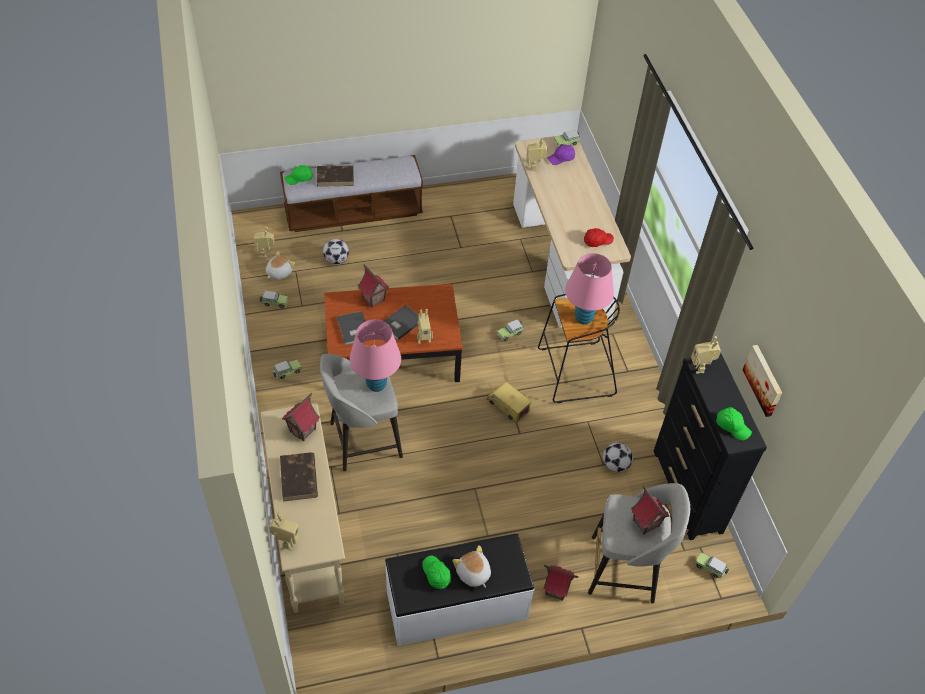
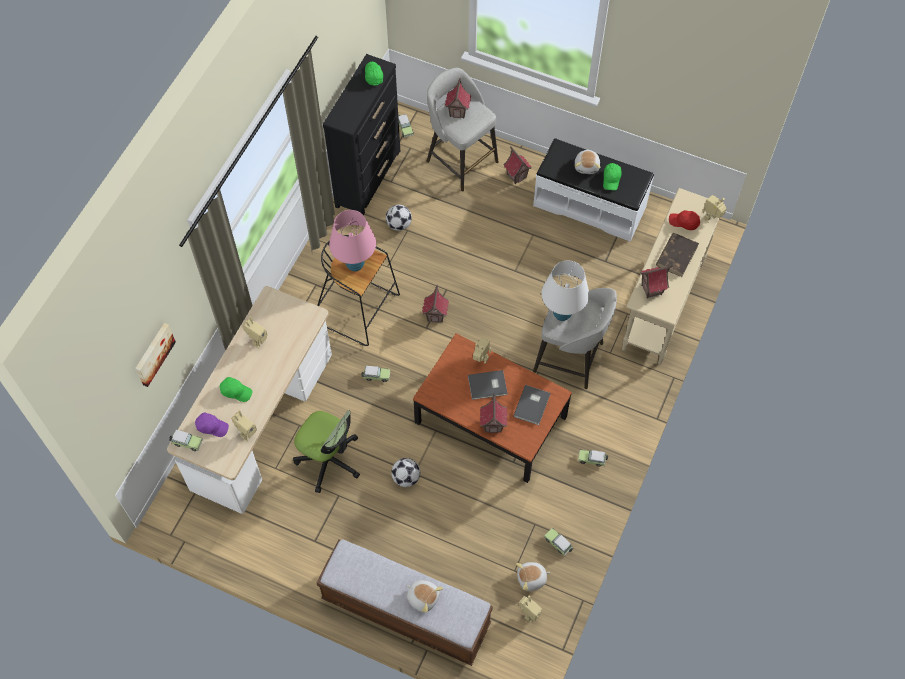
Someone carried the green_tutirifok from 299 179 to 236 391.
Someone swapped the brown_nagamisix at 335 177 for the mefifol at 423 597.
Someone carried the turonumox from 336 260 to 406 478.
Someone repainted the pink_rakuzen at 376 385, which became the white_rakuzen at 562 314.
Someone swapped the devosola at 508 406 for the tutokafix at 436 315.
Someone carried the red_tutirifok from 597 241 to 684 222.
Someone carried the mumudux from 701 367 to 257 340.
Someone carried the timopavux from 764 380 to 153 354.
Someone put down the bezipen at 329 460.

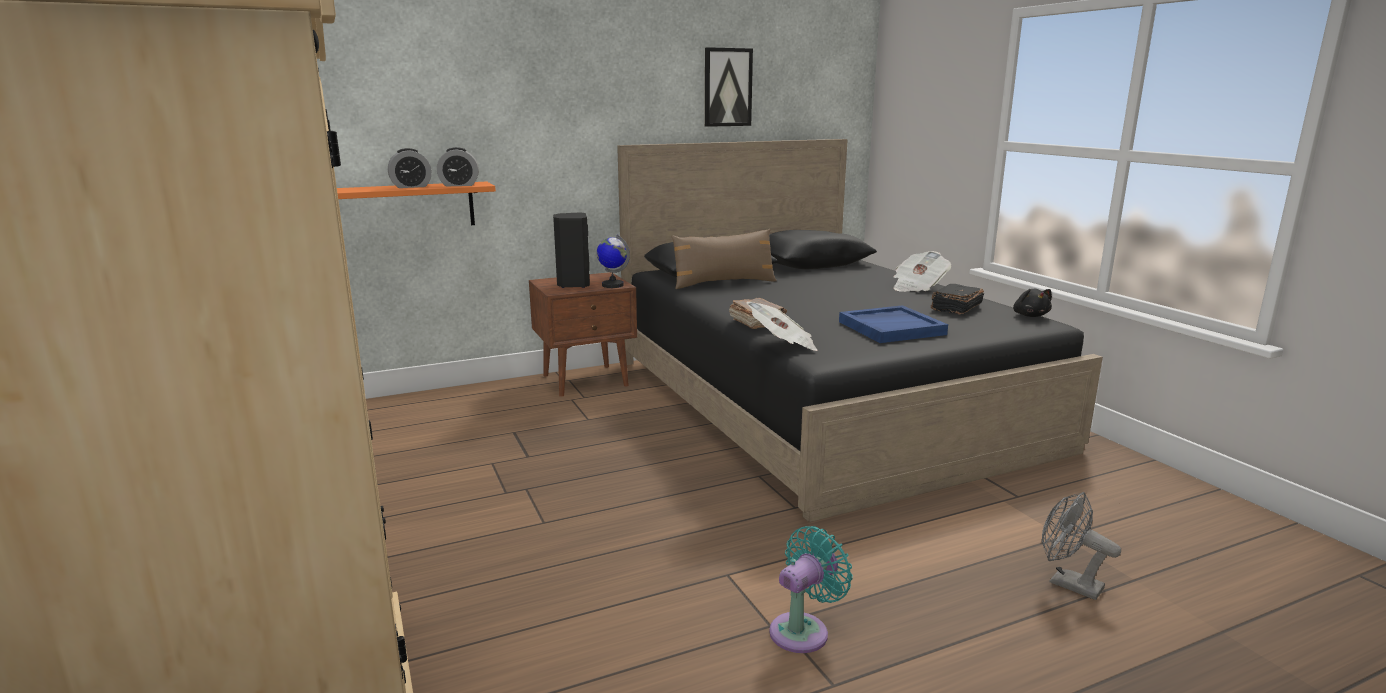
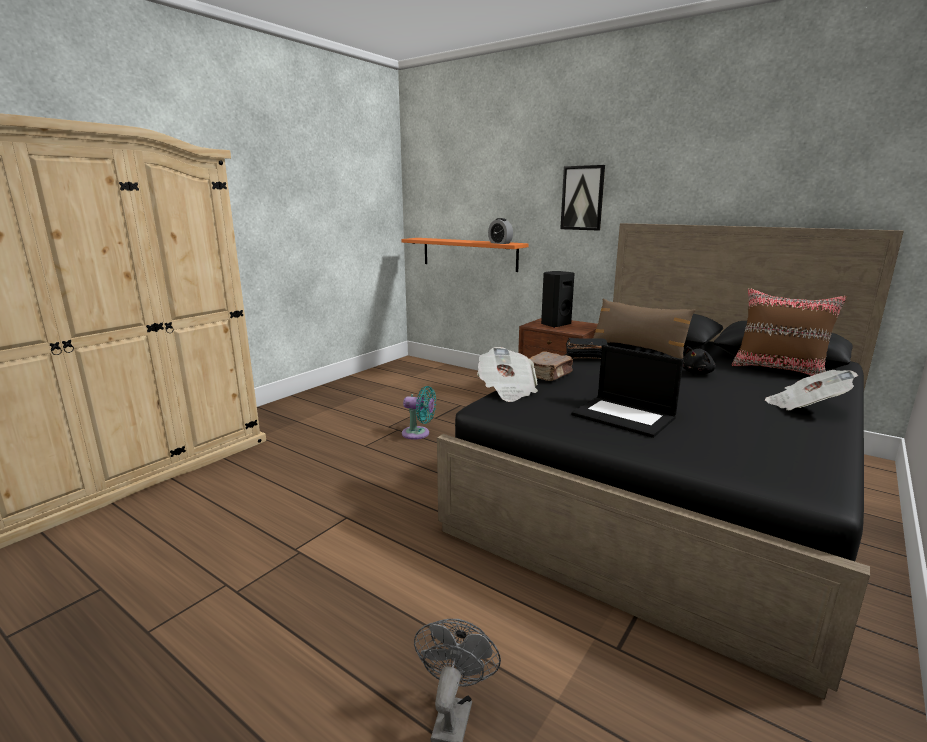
Someone took away the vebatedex at 411 186.
Someone took away the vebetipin at 612 285.
Someone carried the timopavux from 727 87 to 582 198.
Someone carried the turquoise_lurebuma from 803 630 to 418 434.
Someone swapped the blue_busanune at 891 328 for the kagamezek at 625 416.
Someone carried the black_nagamisix from 955 308 to 585 356.
Someone carried the black_mefifol from 1030 315 to 698 373.
Someone put down the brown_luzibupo at 779 370.

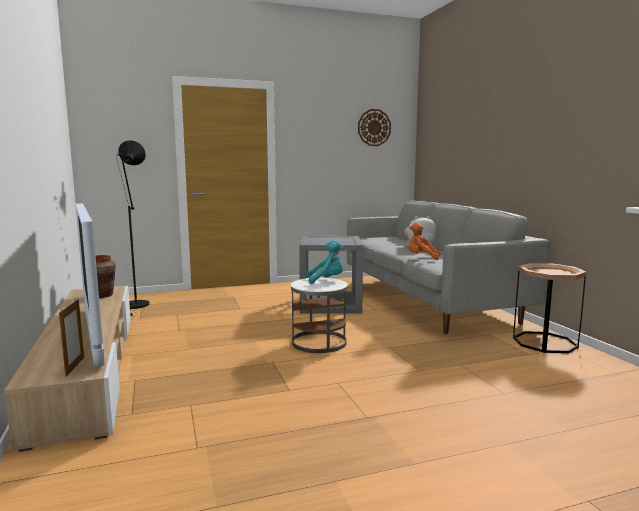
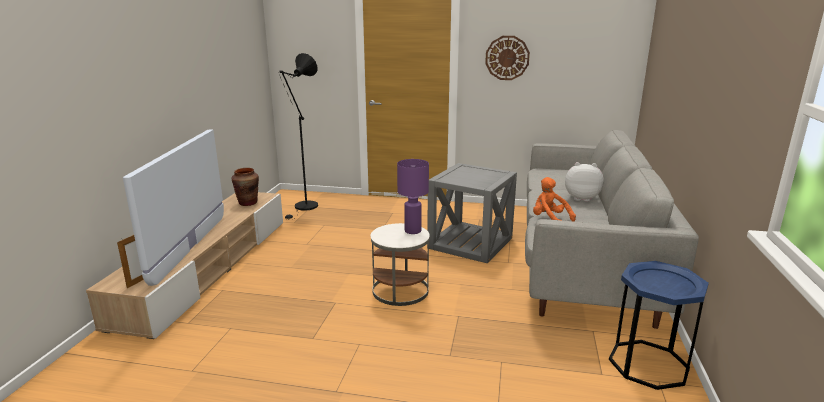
Someone swapped the turquoise_mefifol at 327 280 for the purple_rakuzen at 413 231.
Someone carried the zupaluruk from 374 127 to 507 58.
Someone repainted the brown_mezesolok at 545 342, which became the blue_mezesolok at 648 364.

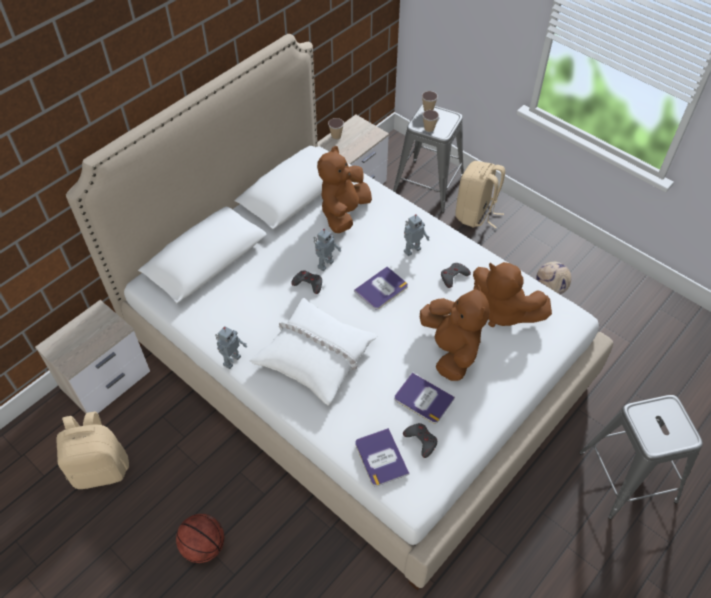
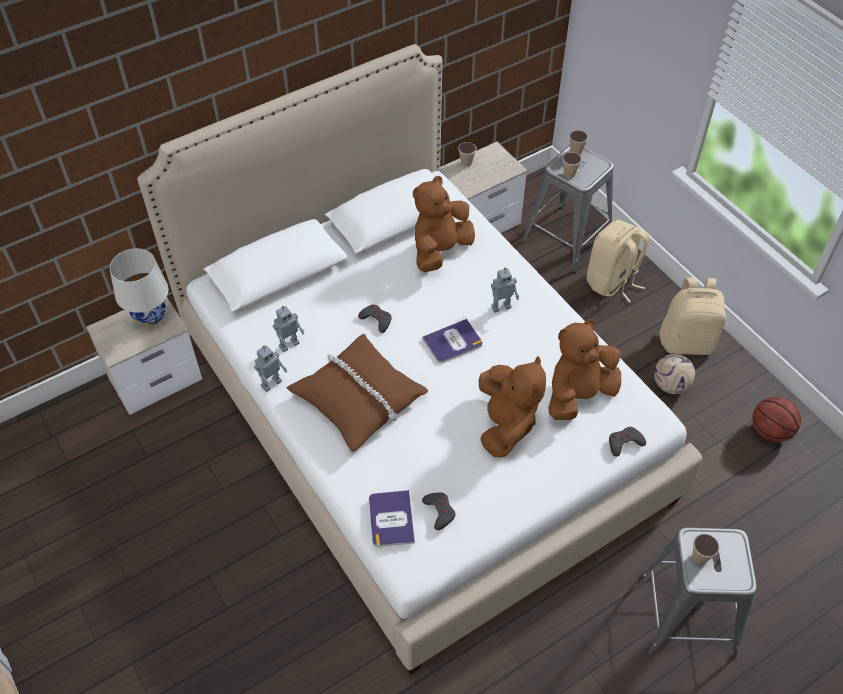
Someone carried the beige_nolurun from 101 468 to 686 341.
Someone carried the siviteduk from 203 546 to 769 431.
Someone repainted the white_luzibupo at 315 355, which became the brown_luzibupo at 358 398.
Someone carried the mumudux from 324 264 to 288 344.
Someone took away the nagamisix at 423 399.
Someone carried the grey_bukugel from 453 276 to 624 443.
Someone rotated the brown_mefifol at 502 311 by 90 degrees clockwise.
Someone put down the white_rakuzen at 150 315.
Someone put down the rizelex at 700 557.

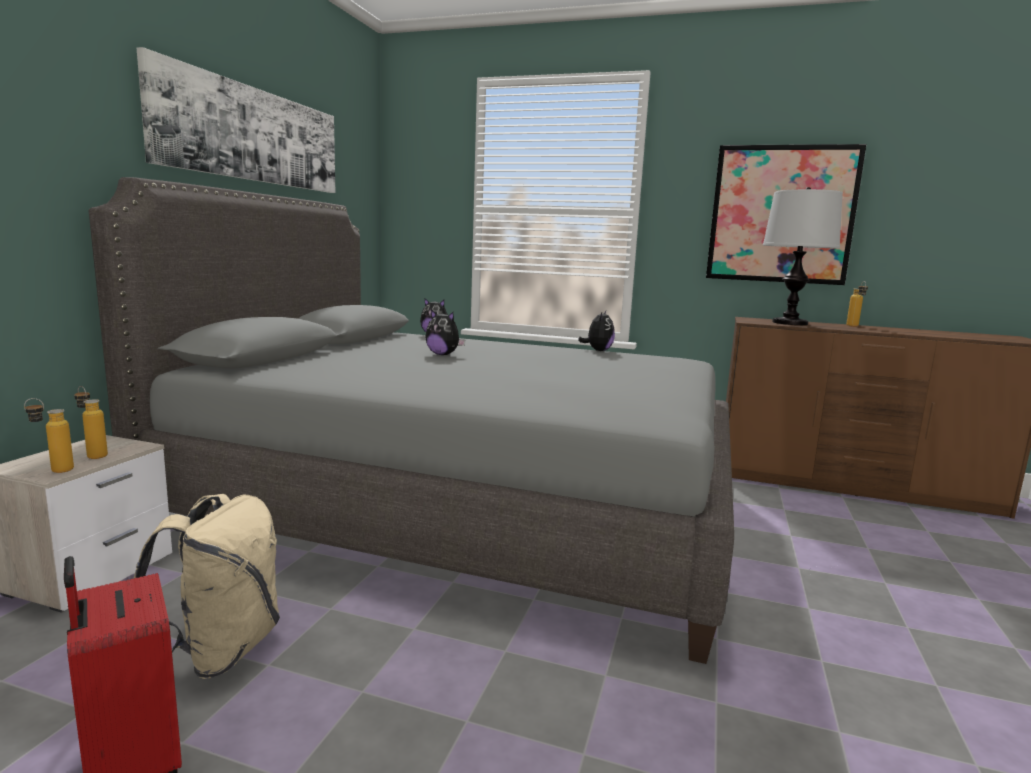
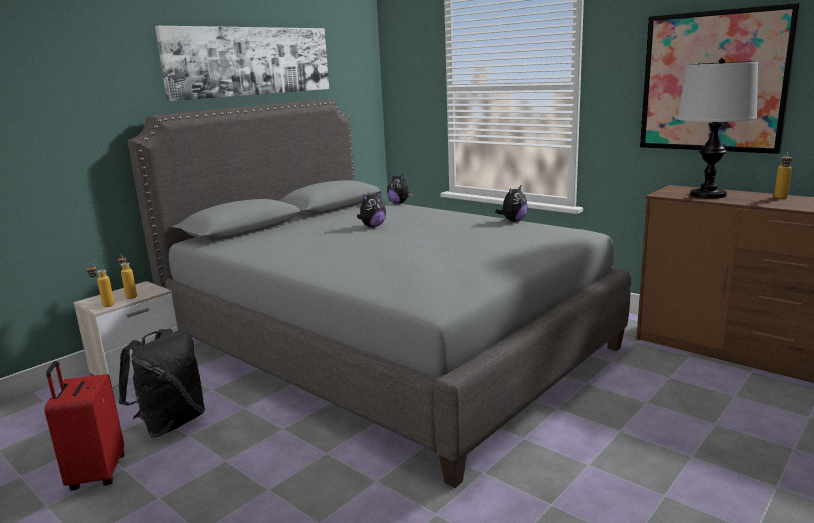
Someone repainted the beige_nolurun at 220 650, which became the black_nolurun at 171 423.
Someone rotated the mefifol at 443 354 by 90 degrees counterclockwise.

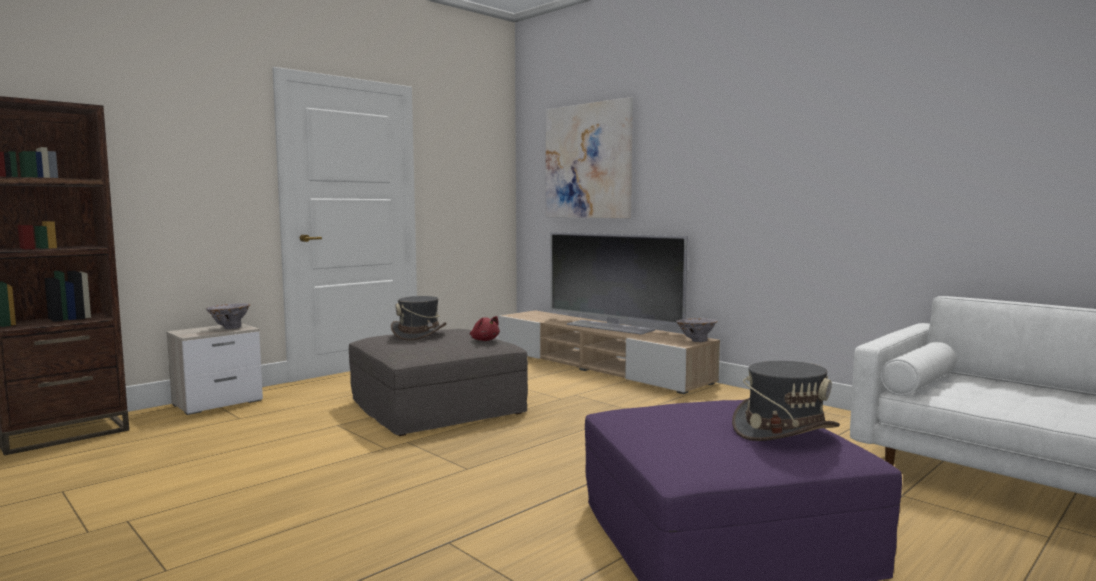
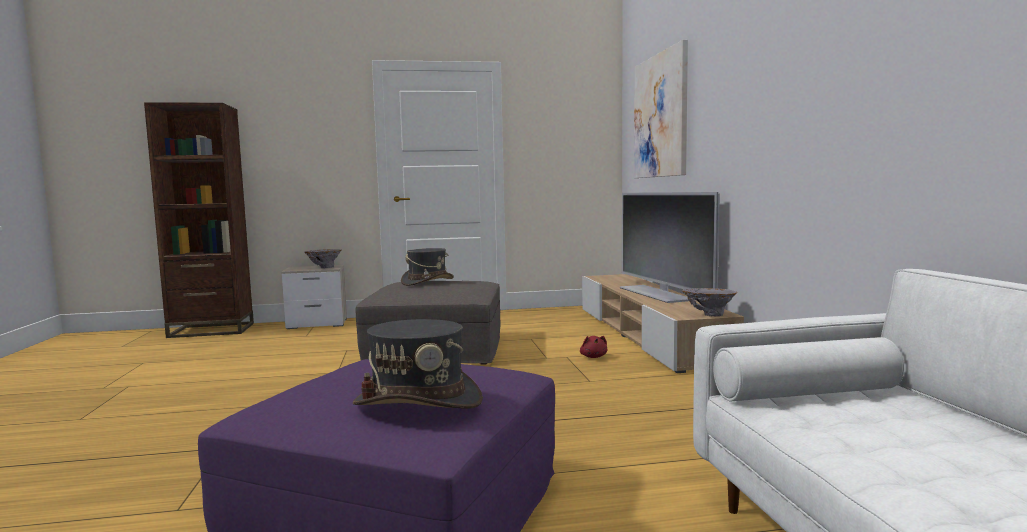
Someone carried the red_mefifol from 484 340 to 593 357.

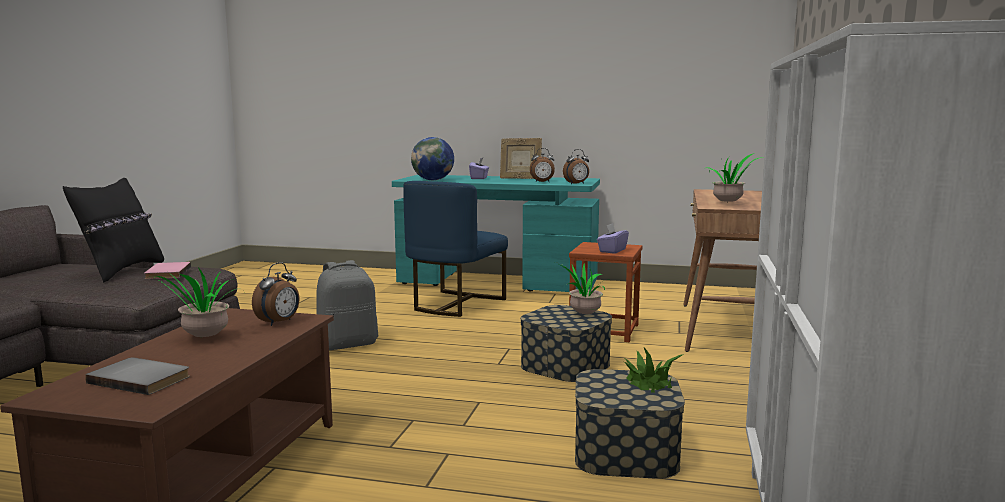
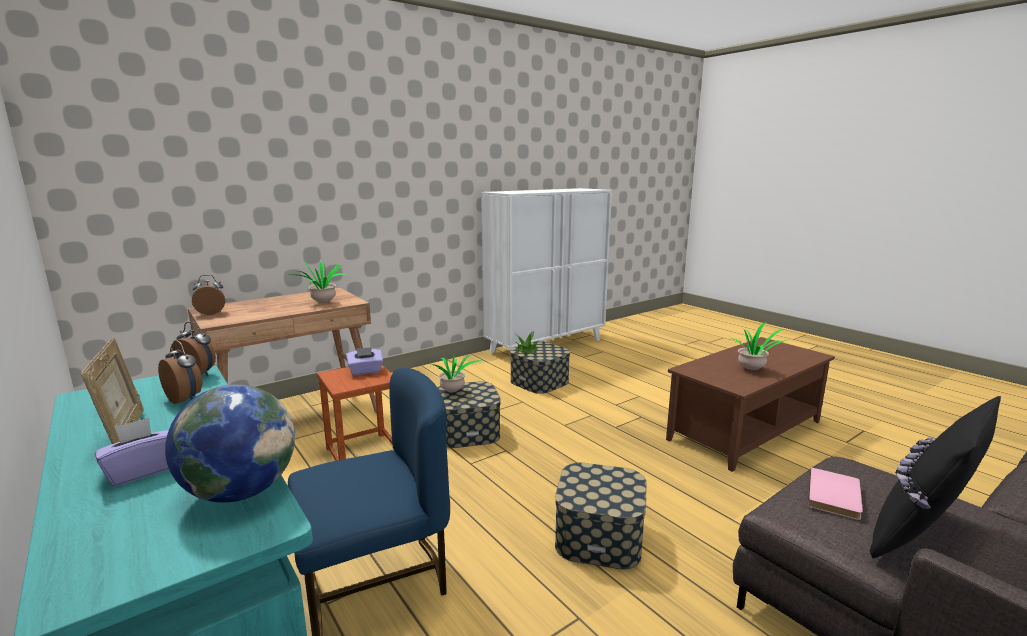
Someone took away the grey_nagamisix at 142 378.
Someone carried the vebatedex from 279 322 to 211 313.
Someone swapped the grey_nolurun at 347 344 for the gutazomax at 599 536.

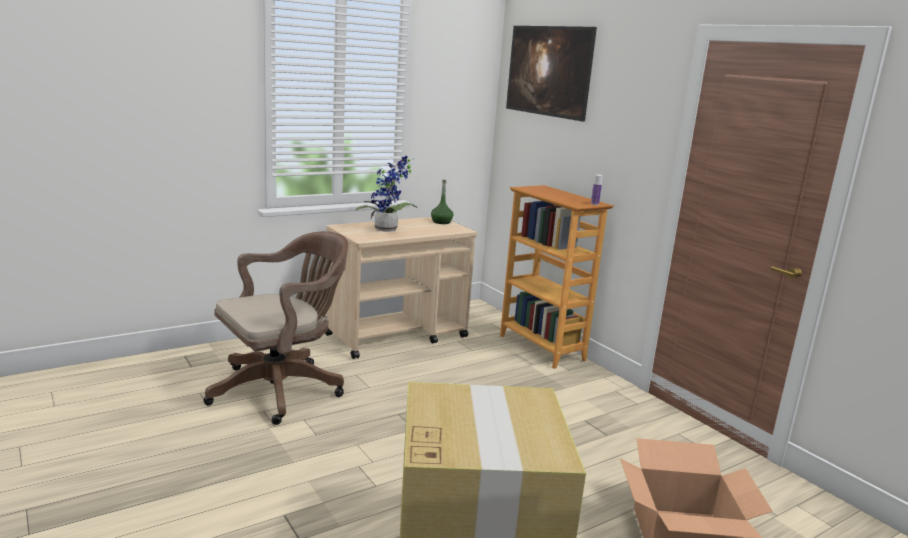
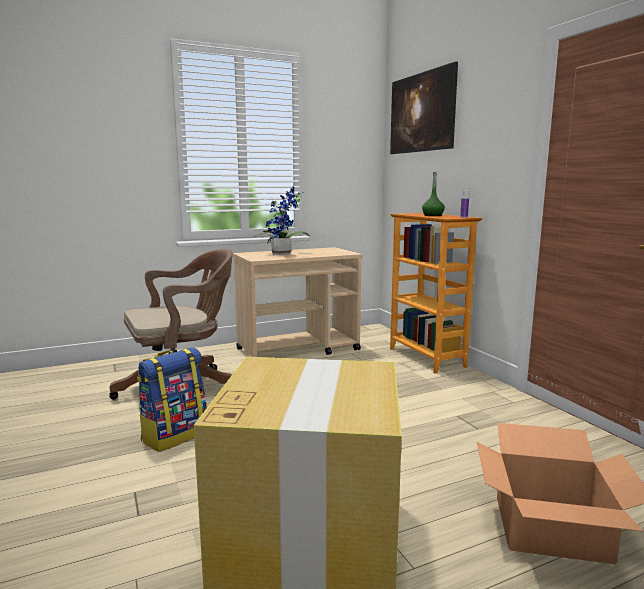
Someone carried the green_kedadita from 441 222 to 432 215.
Someone put down the nolurun at 175 435.

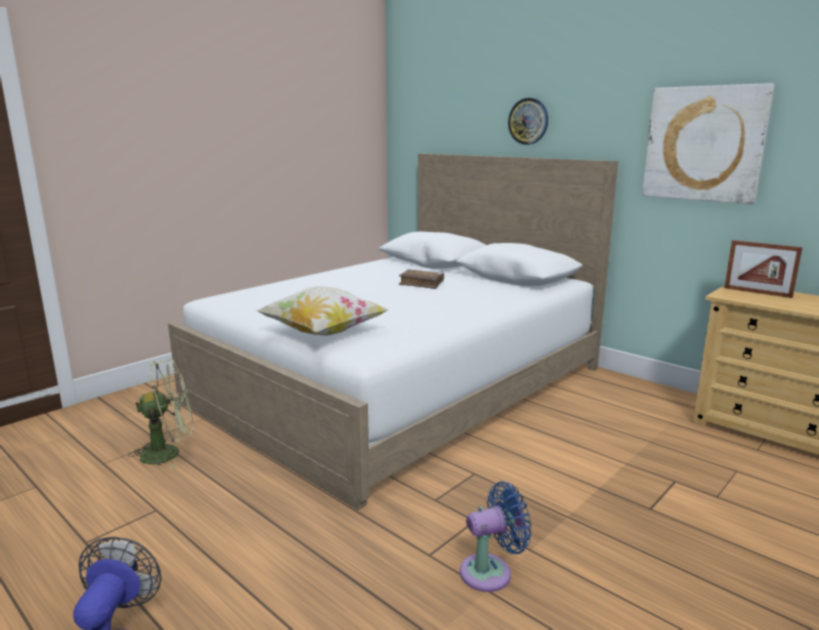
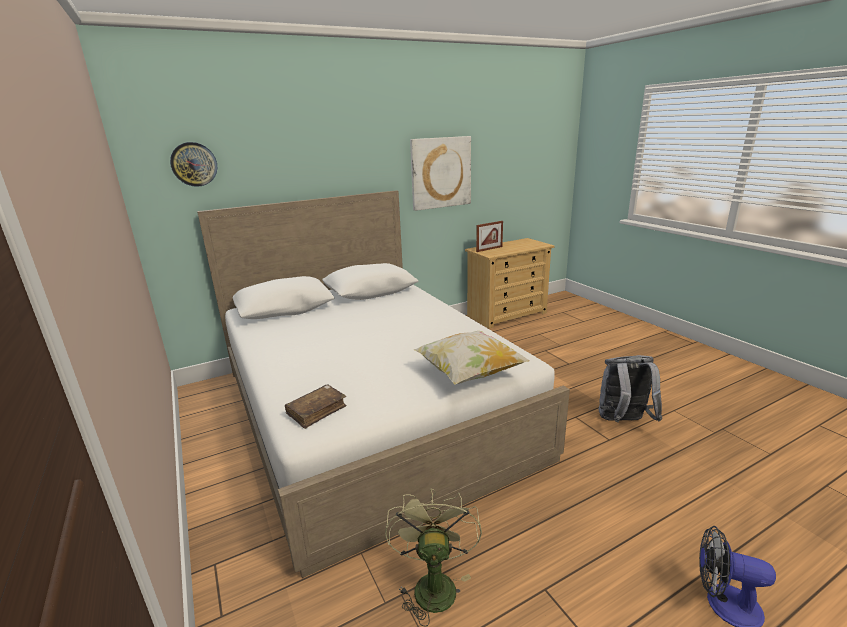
Someone carried the brown_nagamisix from 421 284 to 316 411.
Someone swapped the blue_lurebuma at 491 572 for the grey_nolurun at 623 421.
Someone carried the zupaluruk from 528 121 to 194 164.

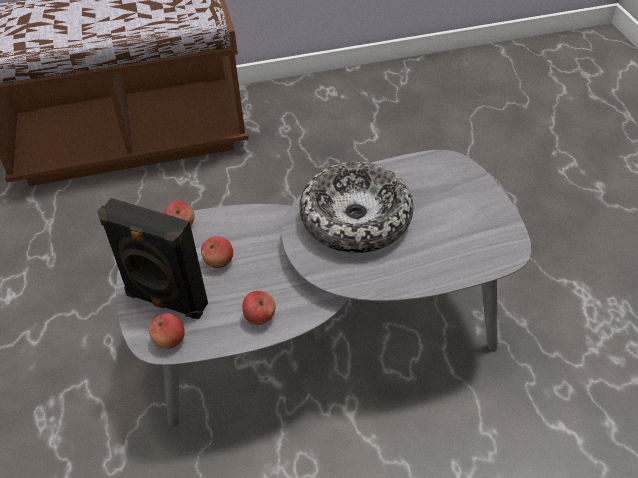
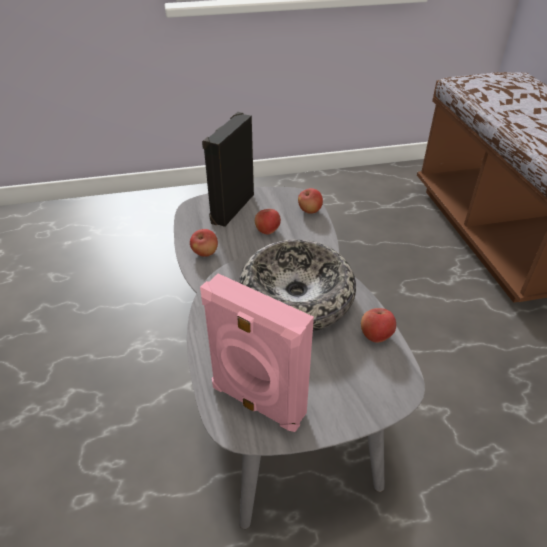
Someone carried the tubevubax from 170 340 to 376 335.
Someone put down the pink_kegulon at 256 402.

